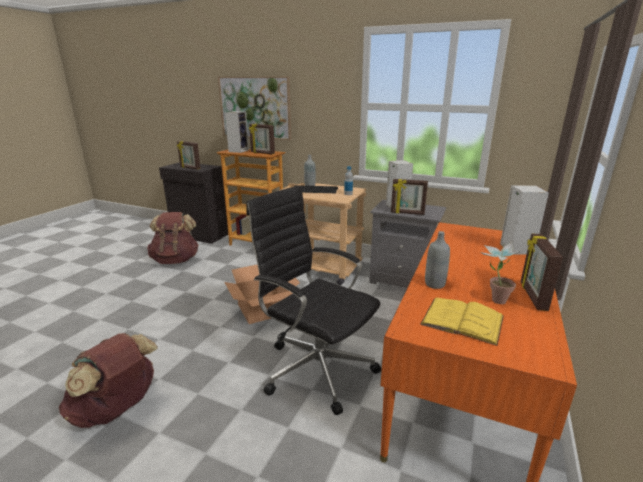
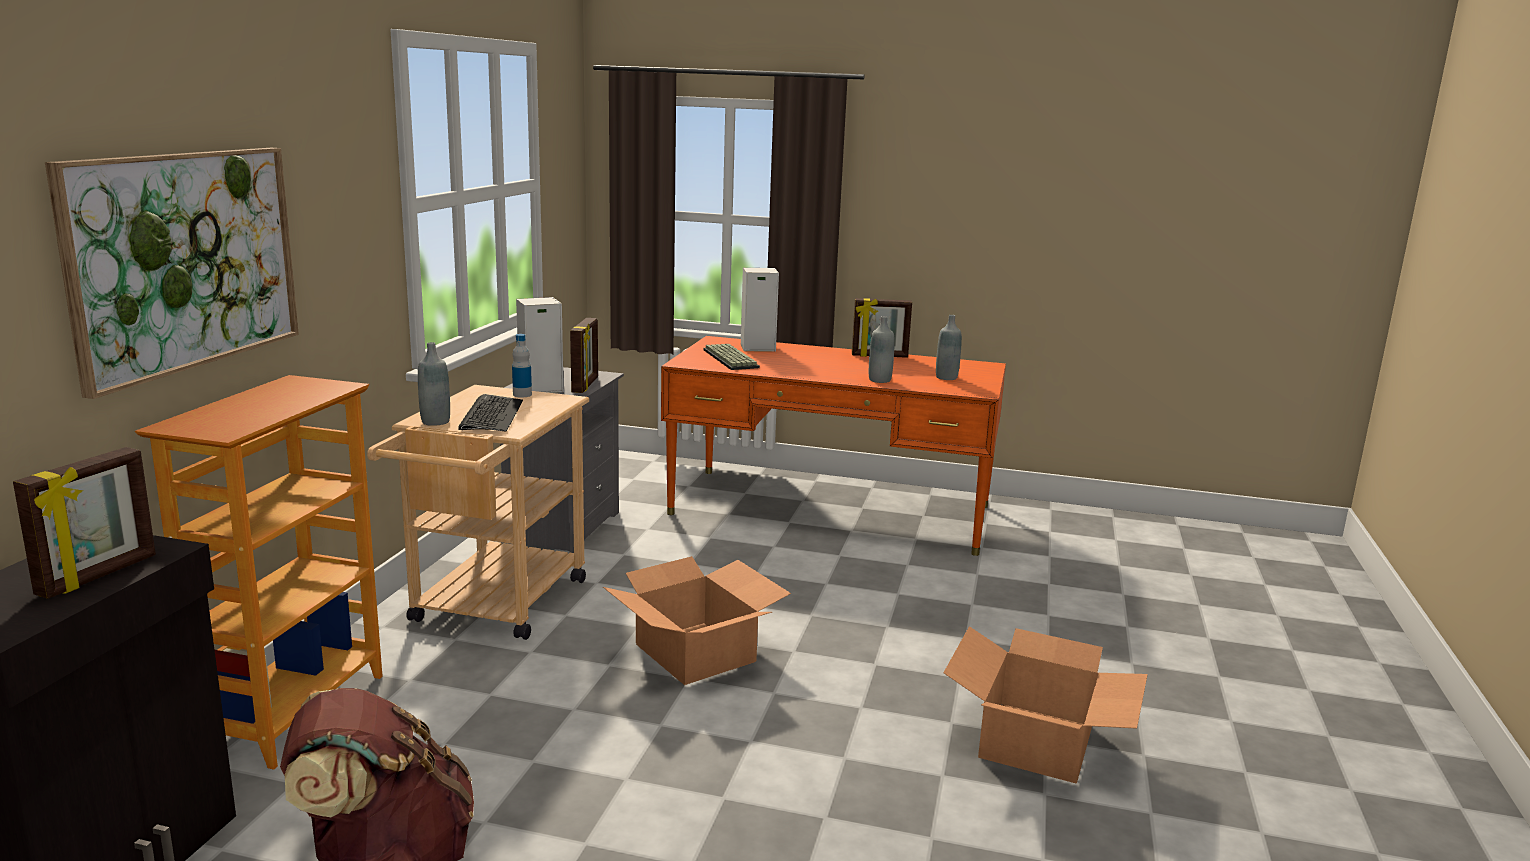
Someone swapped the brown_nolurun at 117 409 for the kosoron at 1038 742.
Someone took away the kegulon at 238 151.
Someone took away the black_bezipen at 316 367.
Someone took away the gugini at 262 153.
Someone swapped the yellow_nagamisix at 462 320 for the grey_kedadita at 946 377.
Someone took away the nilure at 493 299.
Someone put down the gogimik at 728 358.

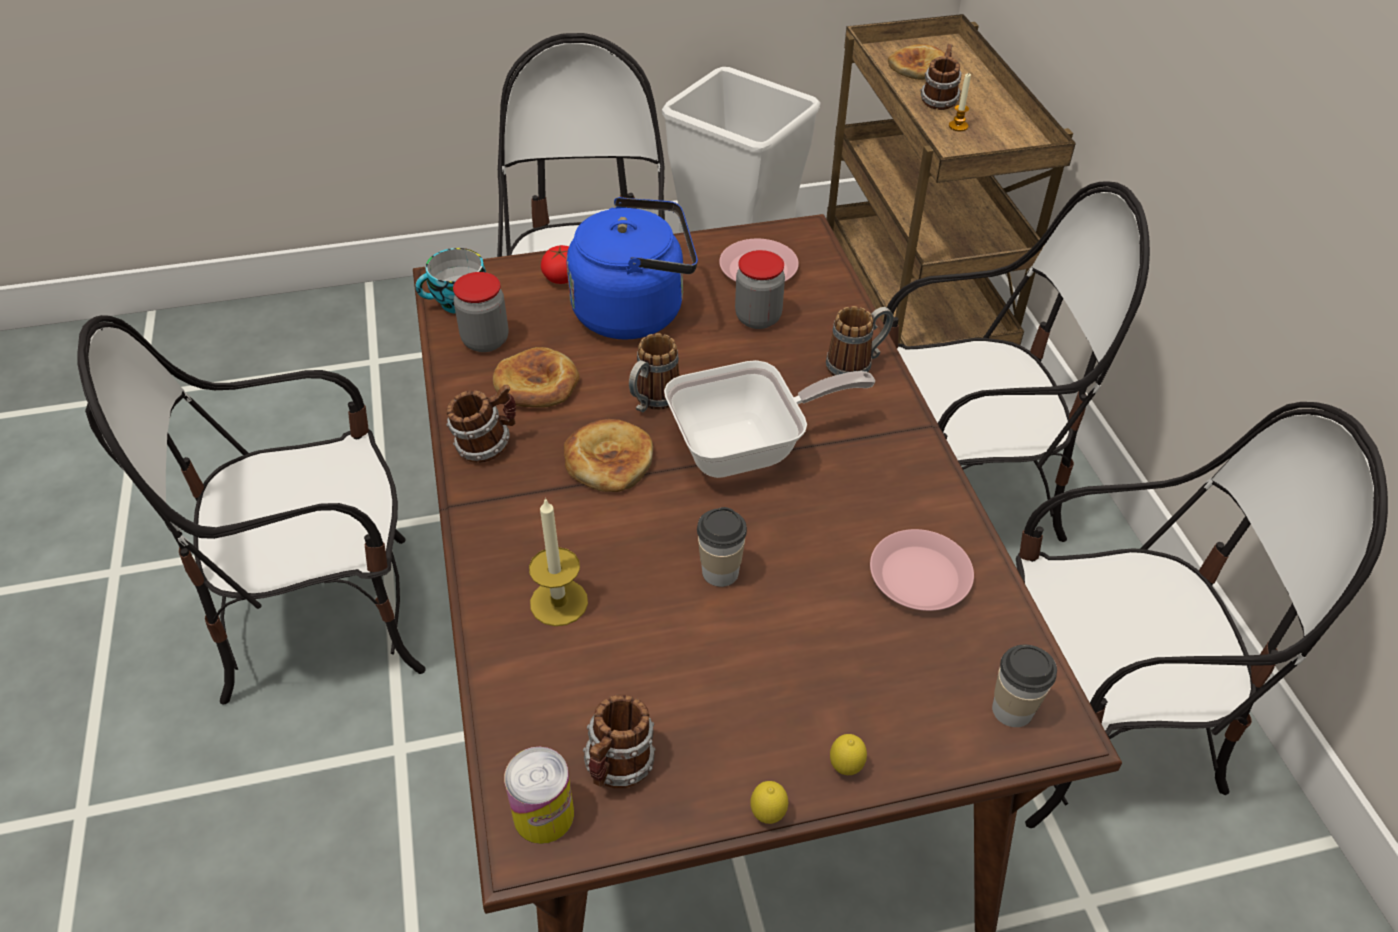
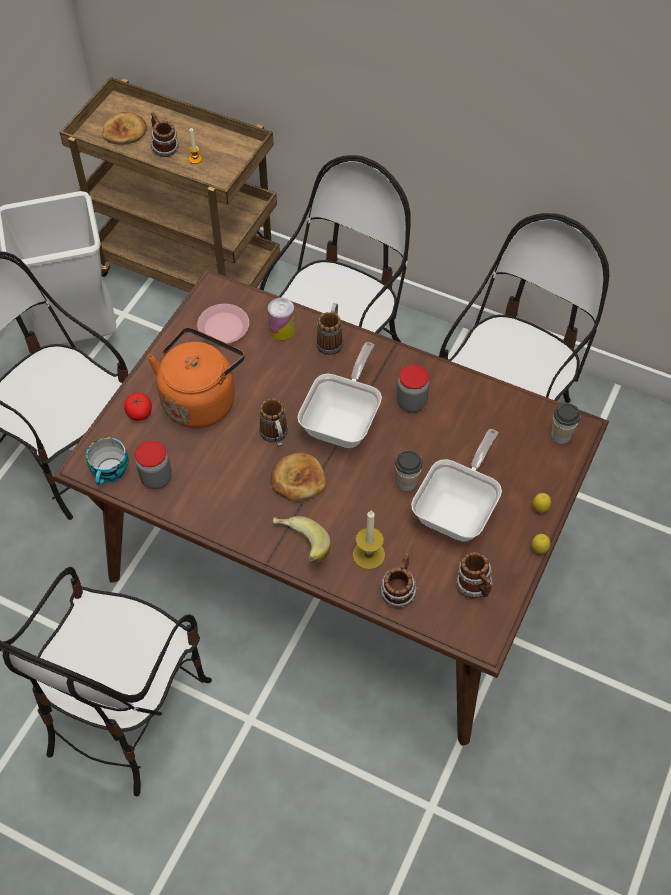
Someone carried the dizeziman from 486 445 to 398 591.
Someone took away the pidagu at 537 384.
Someone carried the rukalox from 543 815 to 282 330.
Someone repainted the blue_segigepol at 635 311, which became the orange_segigepol at 201 399.
Someone carried the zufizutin from 758 318 to 411 402.
Someone took away the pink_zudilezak at 919 577.
Someone put down the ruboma at 300 547.
Someone put down the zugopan at 458 509.

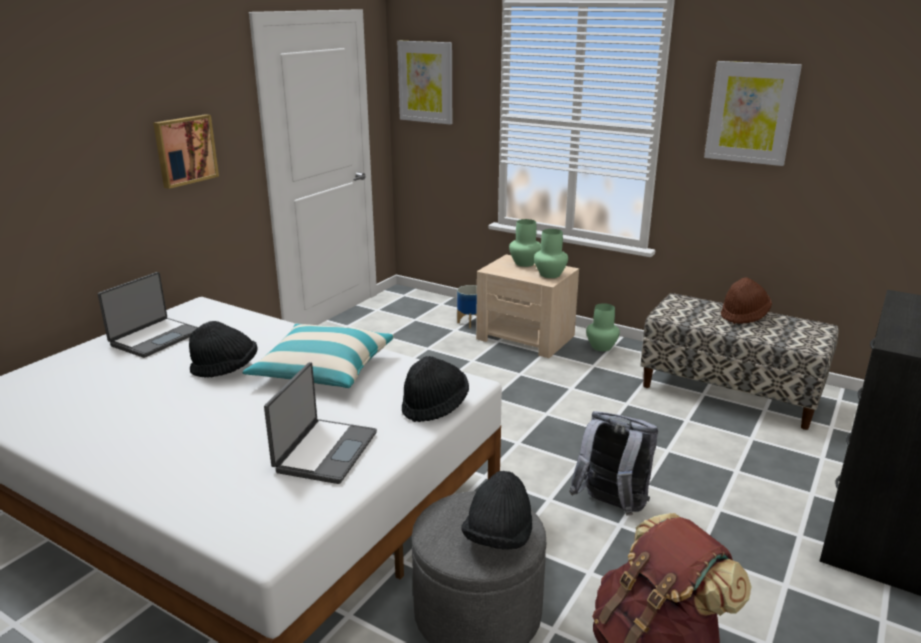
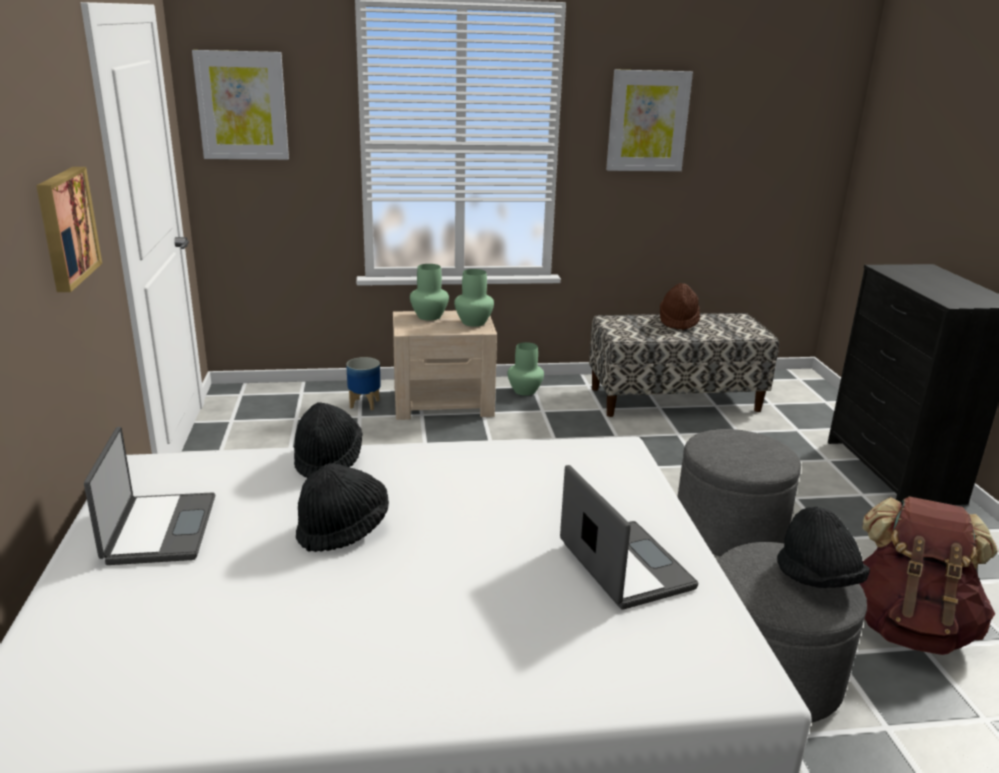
Someone took away the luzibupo at 323 369.
Someone carried the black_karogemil from 435 406 to 328 460.
Someone swapped the grey_nolurun at 611 506 for the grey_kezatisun at 729 531.

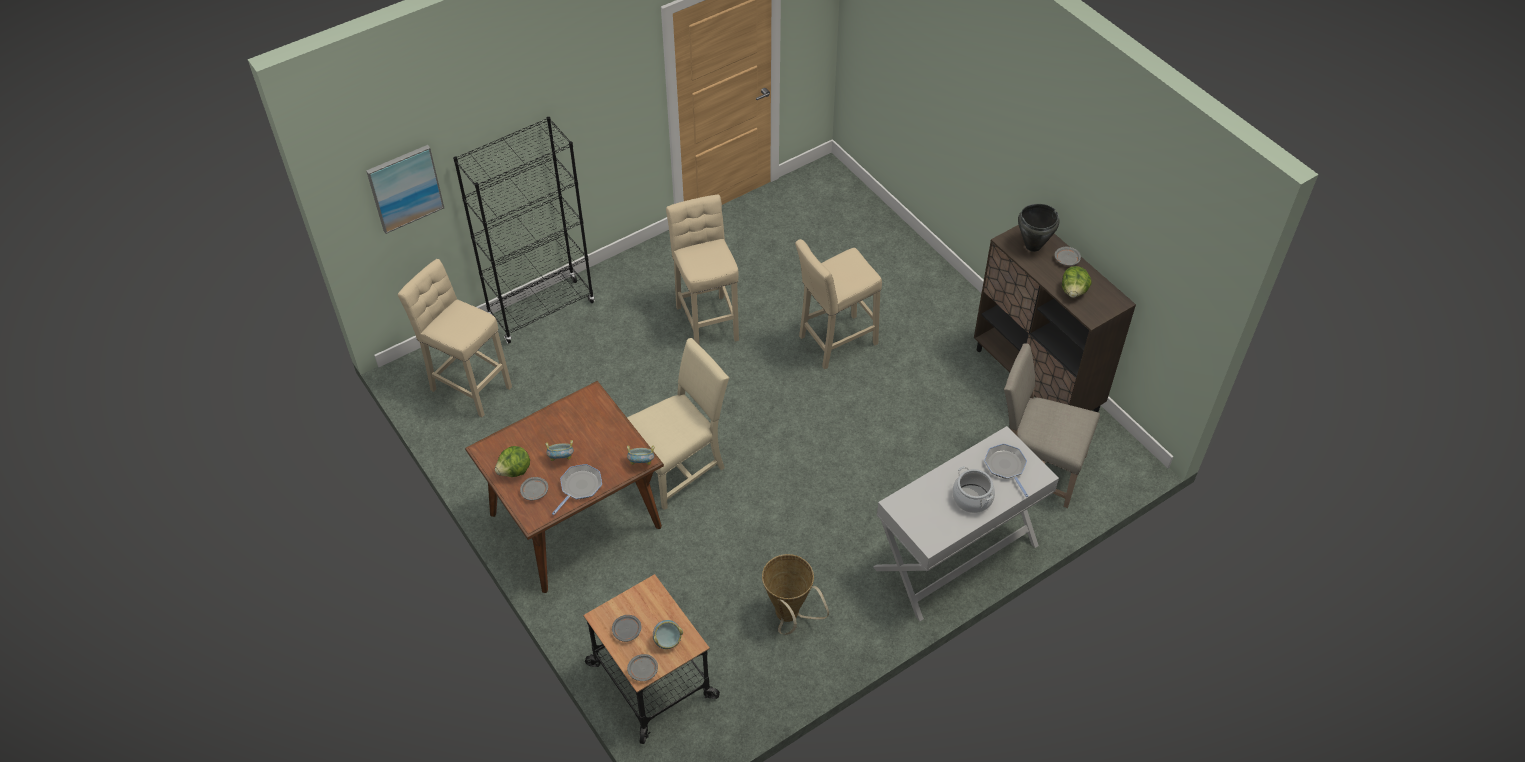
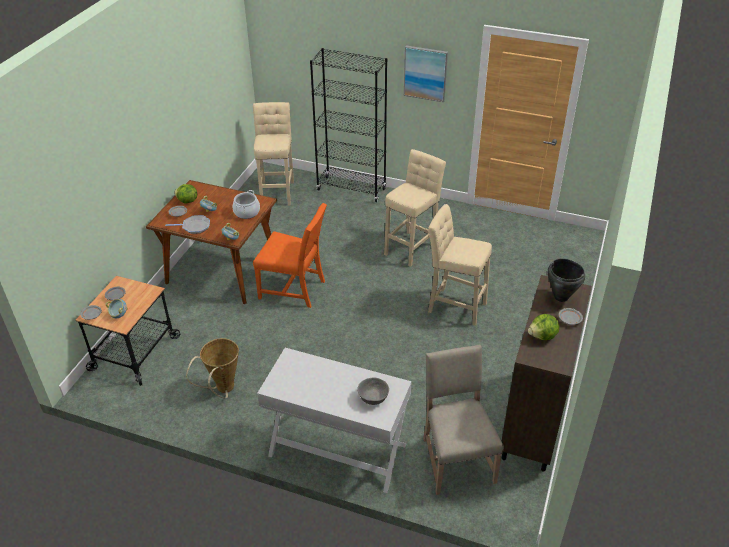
Someone carried the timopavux from 405 188 to 425 73.
Someone repainted the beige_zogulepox at 678 466, which became the orange_zogulepox at 294 289.
Someone carried the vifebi from 972 498 to 247 212.
Someone swapped the zugopan at 1006 467 for the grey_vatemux at 373 397.

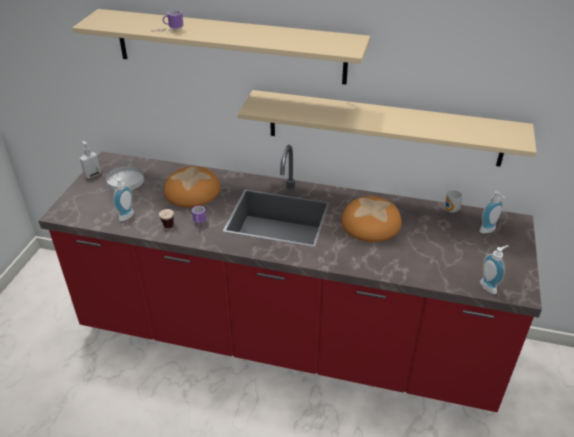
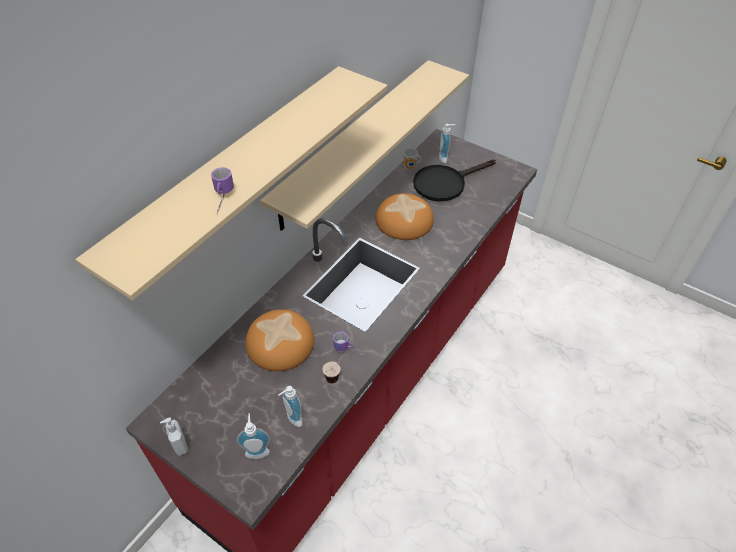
Someone took away the white_zudilezak at 125 180.
Someone carried the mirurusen from 490 286 to 257 450.
Someone put down the black_zugopan at 445 183.

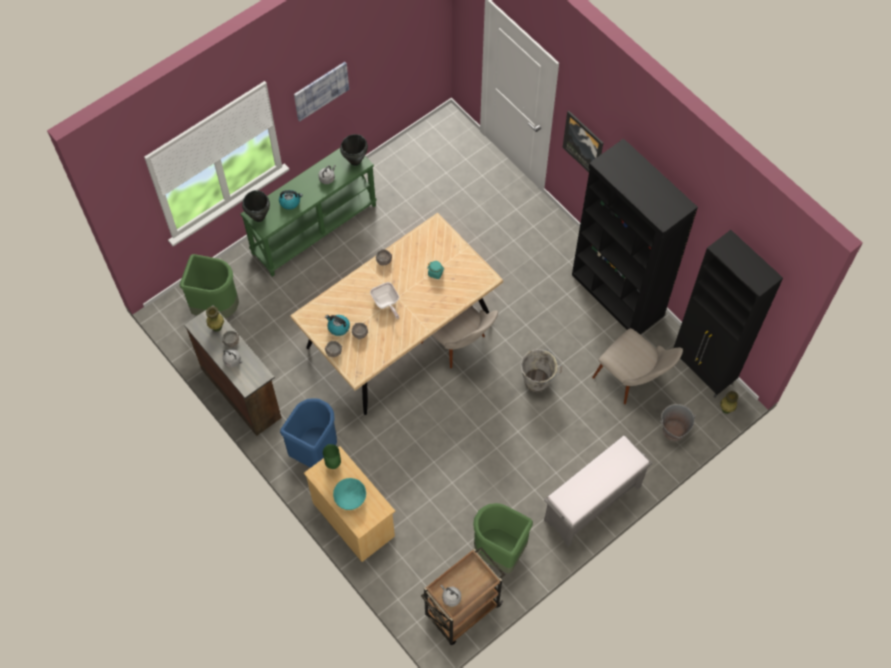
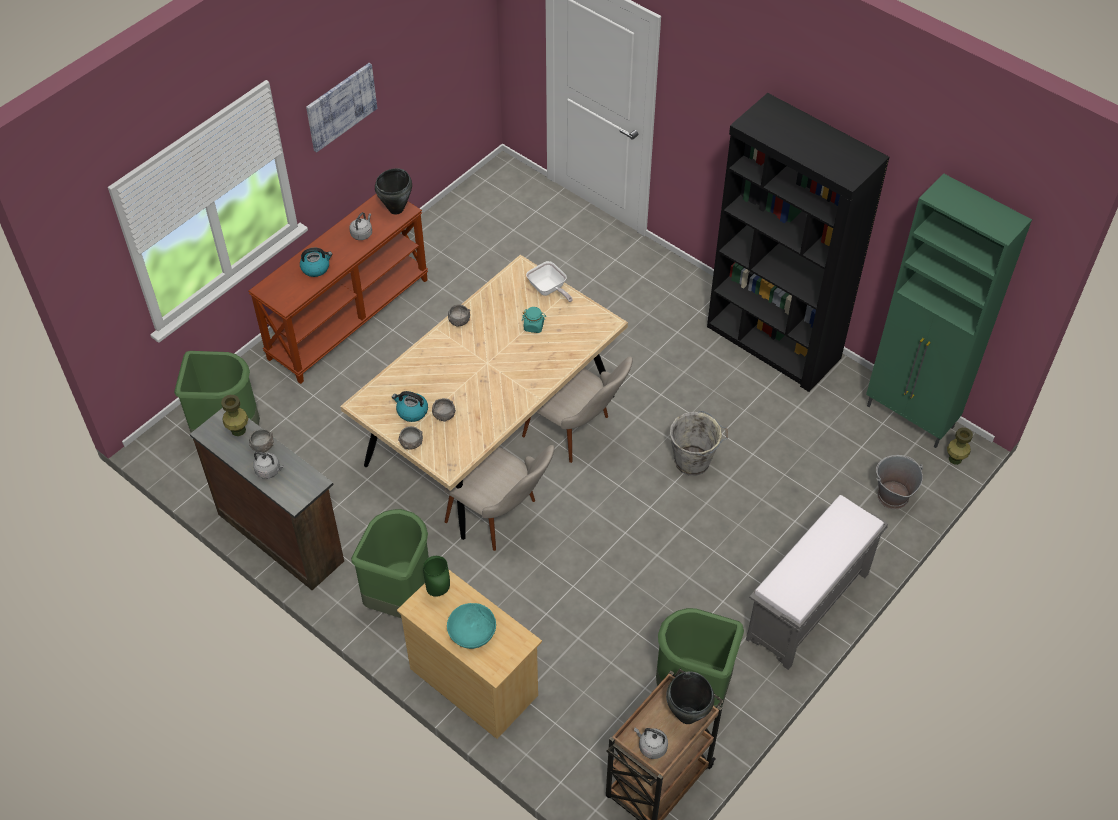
Someone repainted the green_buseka at 314 228, which became the brown_buseka at 348 317.
Someone carried the black_vifebi from 258 217 to 687 716.
Someone repainted the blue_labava at 315 451, which became the green_labava at 400 598.
Someone carried the zugopan from 386 303 to 548 290.
Someone took away the timopavux at 583 144.
Someone carried the beige_zogulepox from 633 381 to 503 518.
Someone repainted the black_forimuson at 703 371, which became the green_forimuson at 910 417.

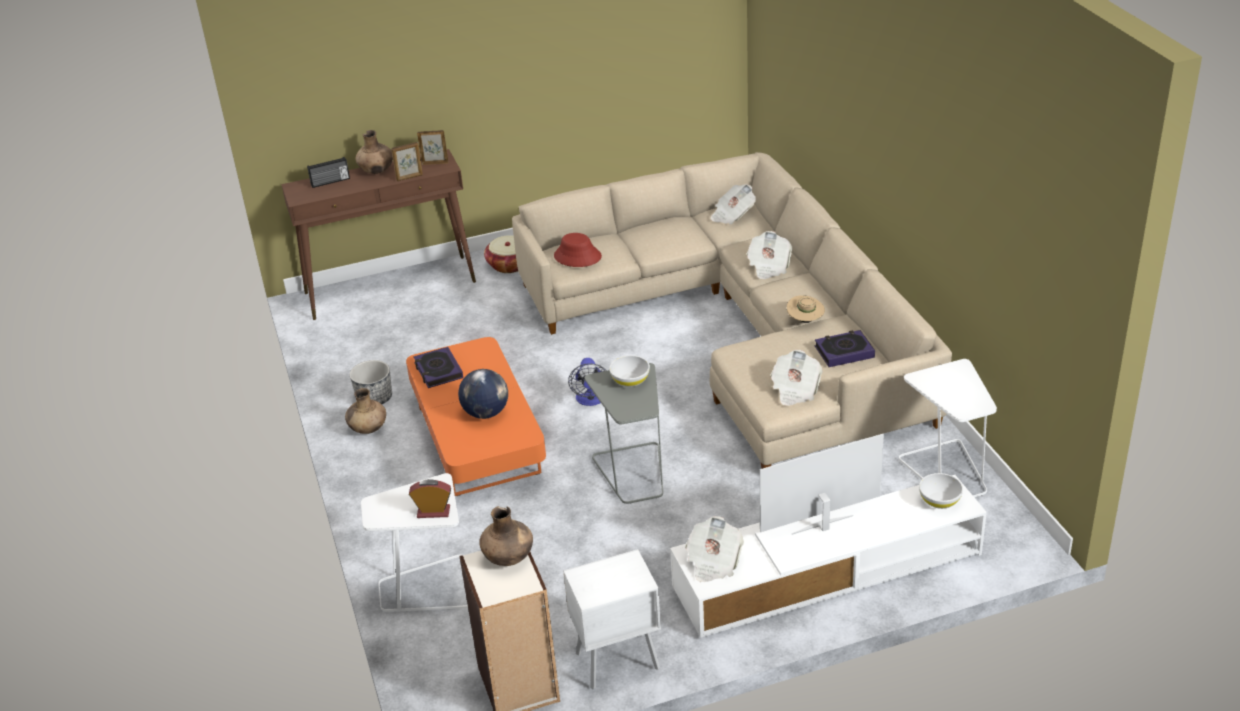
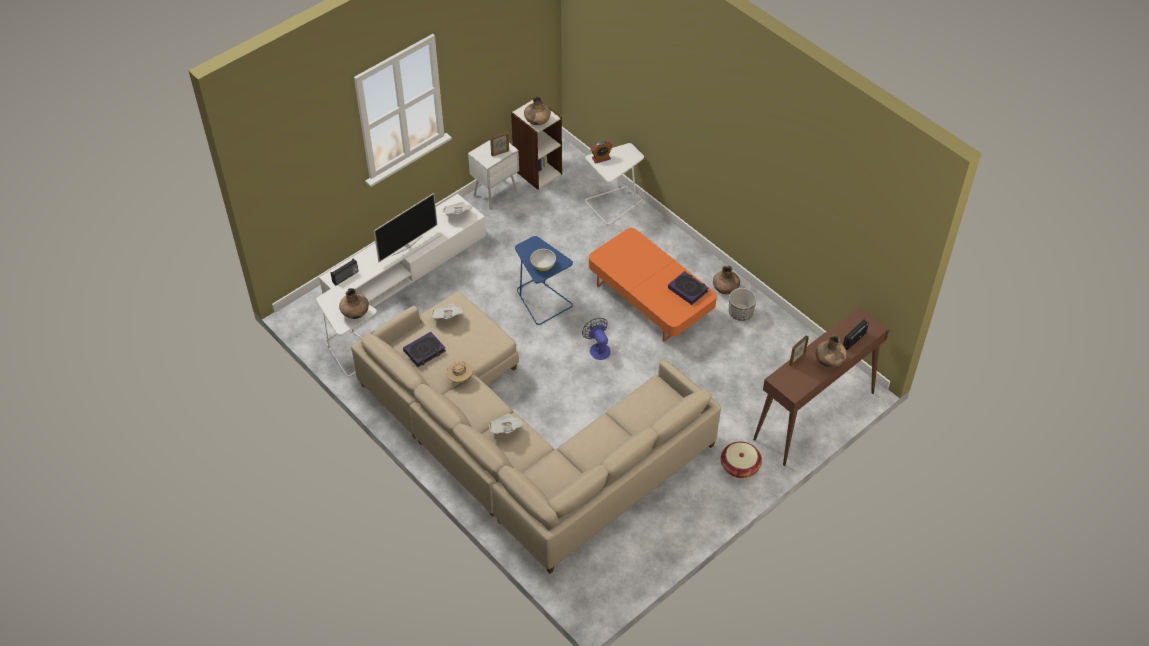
Someone carried the gugini from 435 163 to 500 153.
Someone took away the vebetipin at 486 413.
Someone took away the red_karogemil at 577 256.
Someone repainted the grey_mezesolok at 633 473, which became the blue_mezesolok at 542 301.
Someone took away the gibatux at 732 215.
Someone swapped the white_vatemux at 939 500 for the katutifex at 345 277.
Someone put down the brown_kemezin at 355 313.

